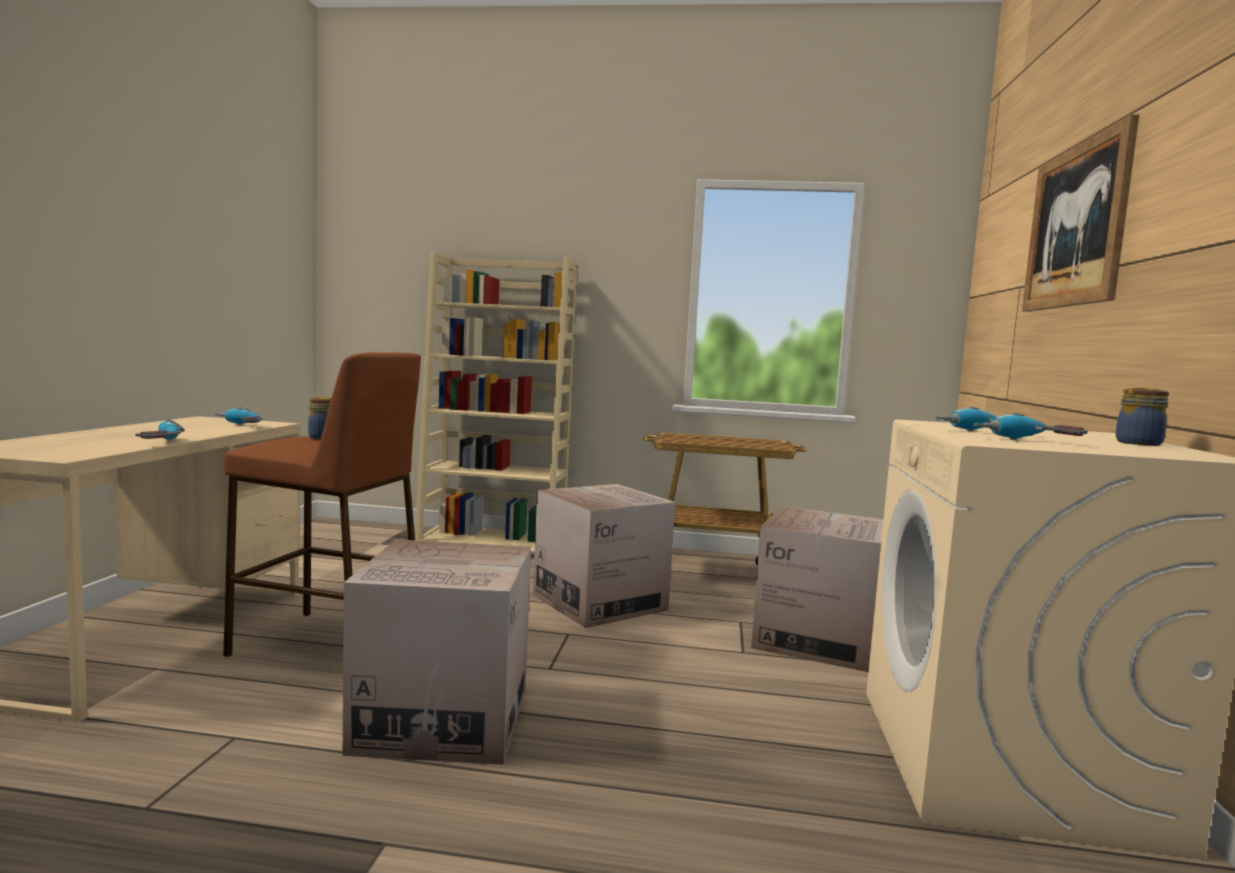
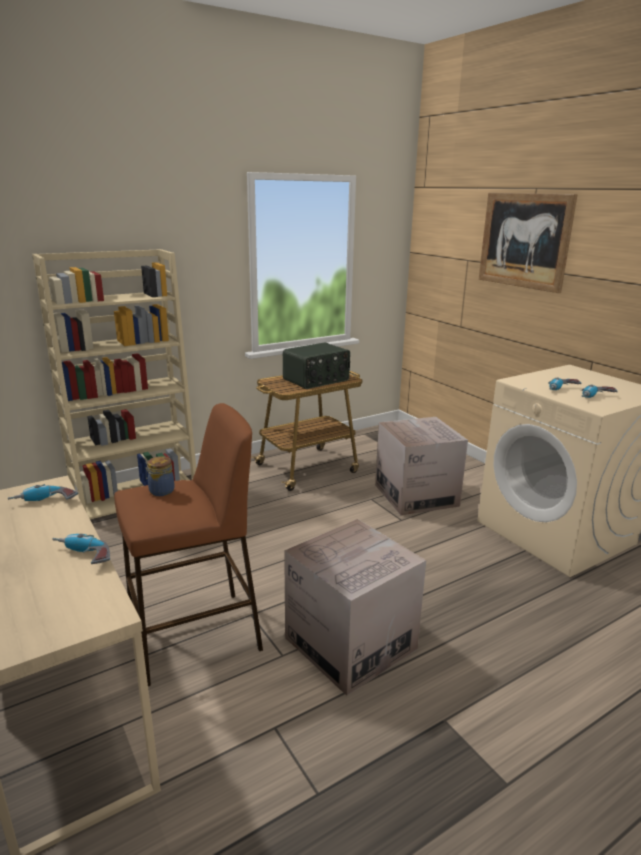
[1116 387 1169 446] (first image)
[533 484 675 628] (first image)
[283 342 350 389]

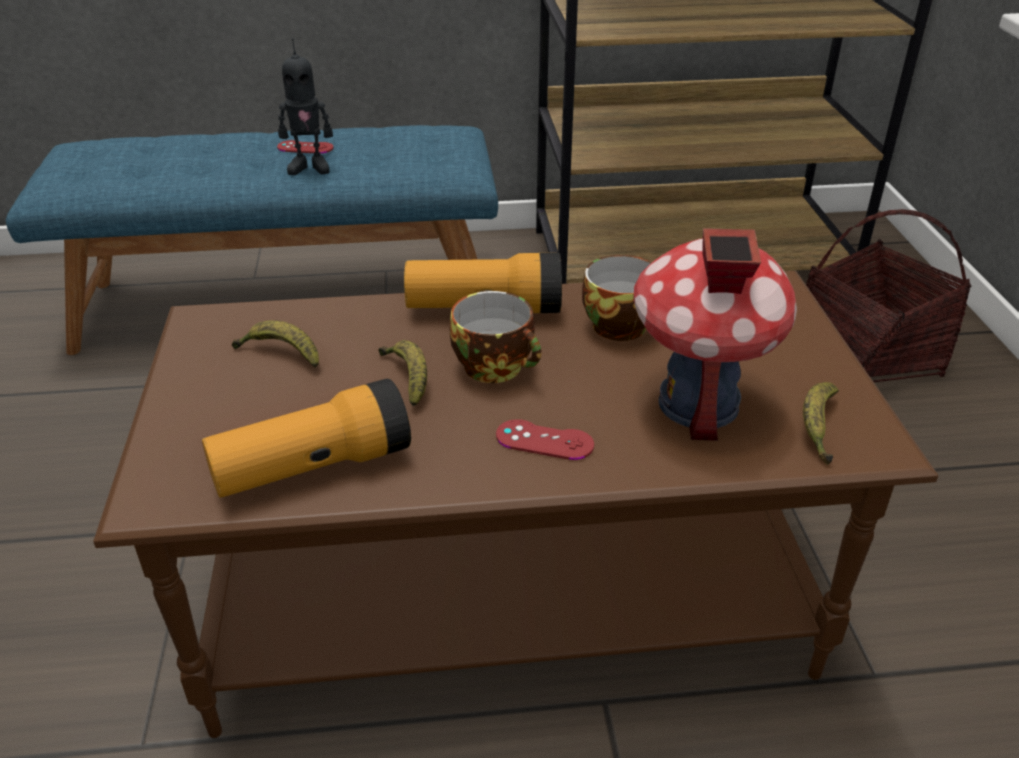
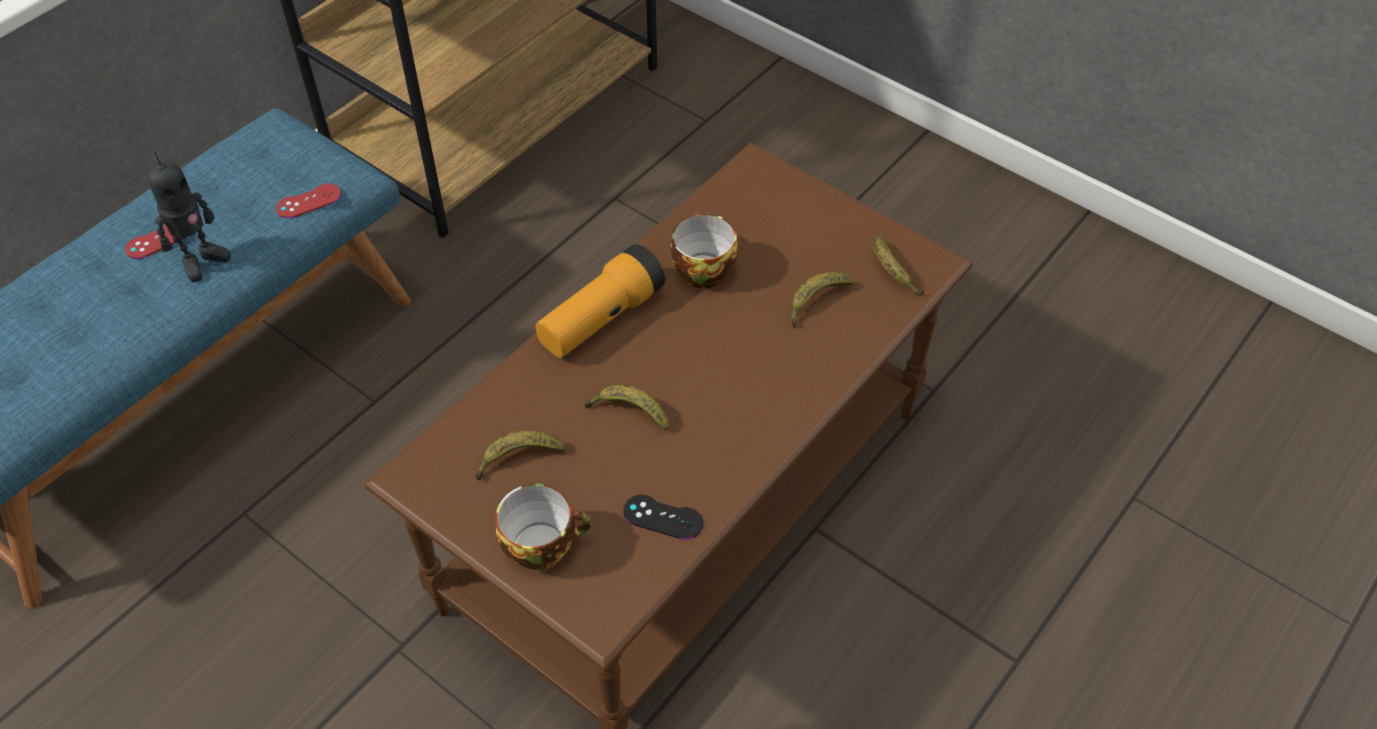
[806 209 972 382] (first image)
[791 272 854 328]
[496 483 592 570]
[623 495 704 540]
[276 184 341 218]

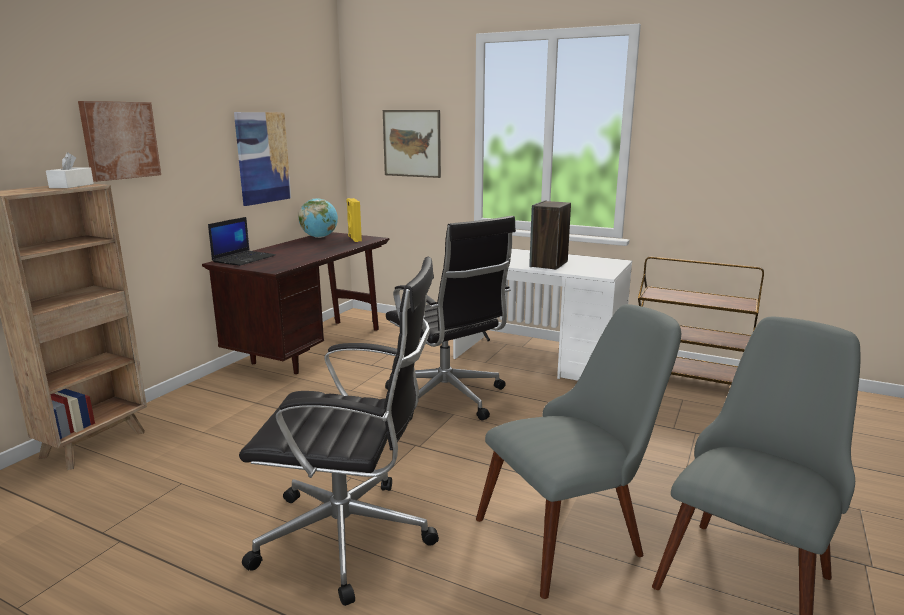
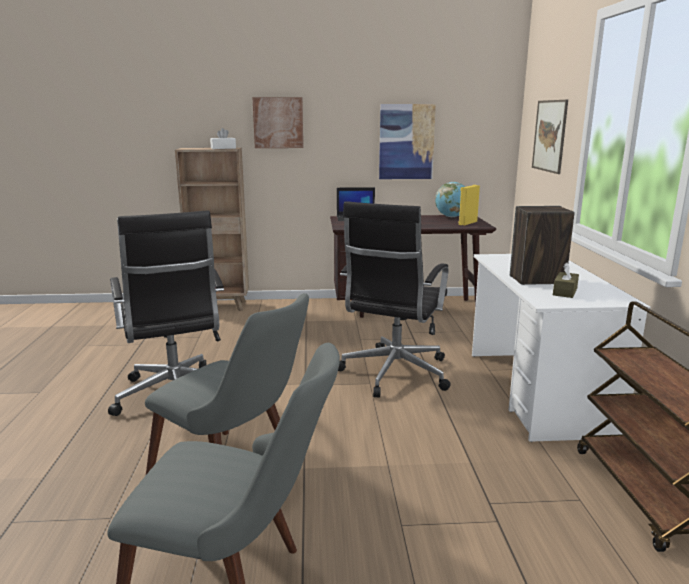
[553 263 579 298]

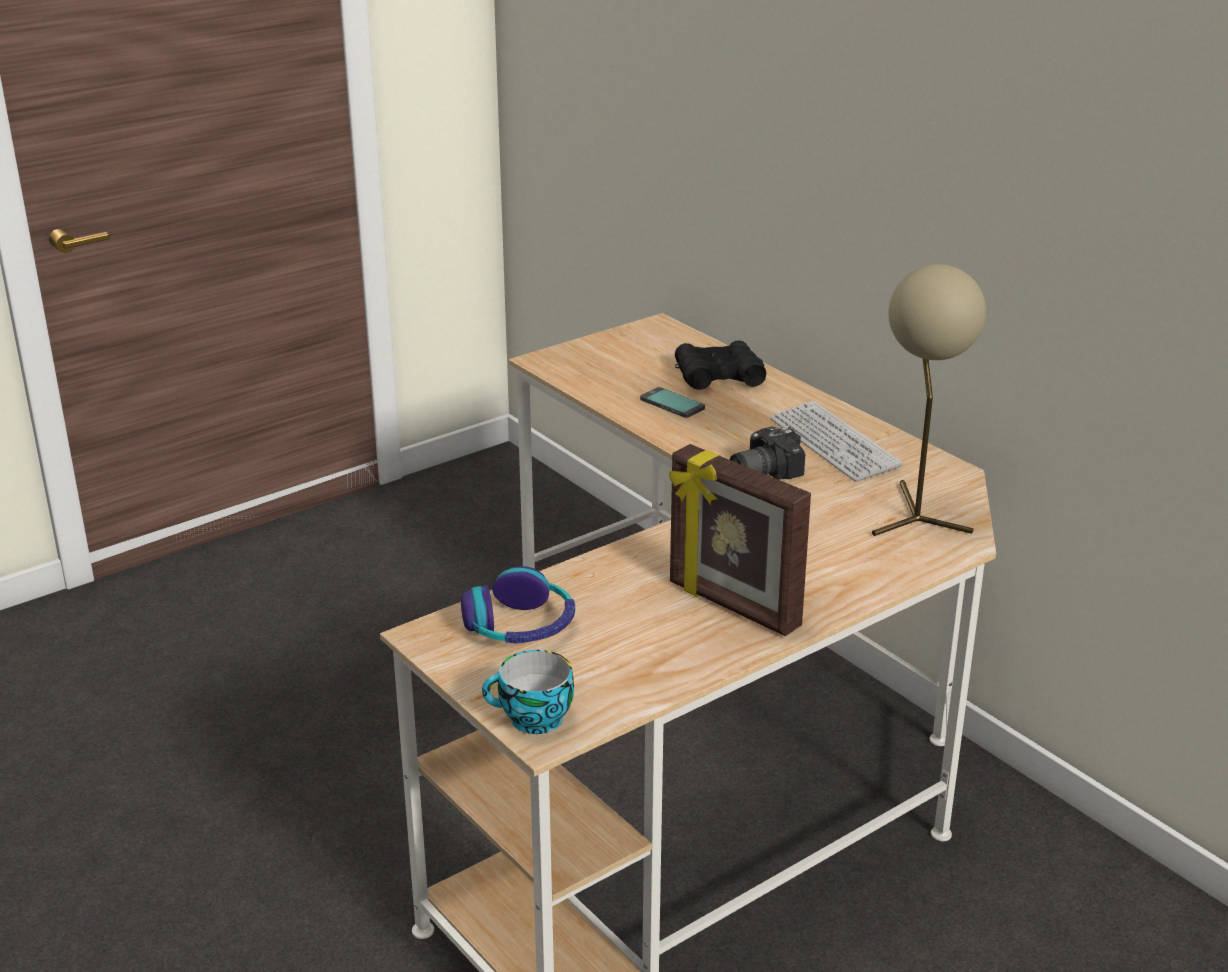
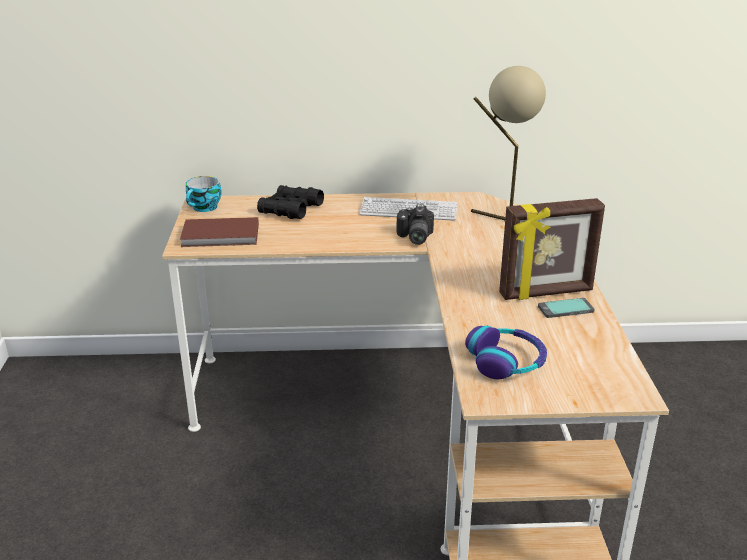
[538 298 595 318]
[186 176 222 212]
[180 217 259 247]

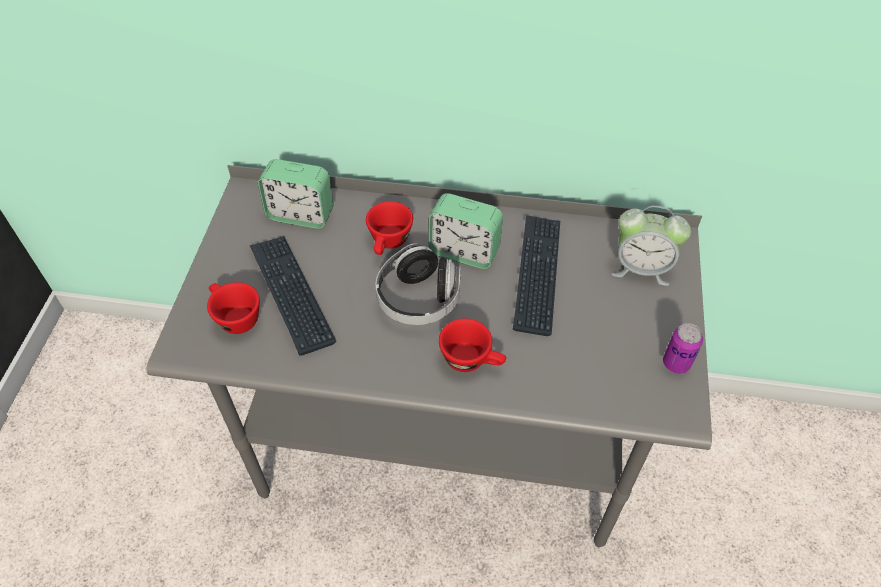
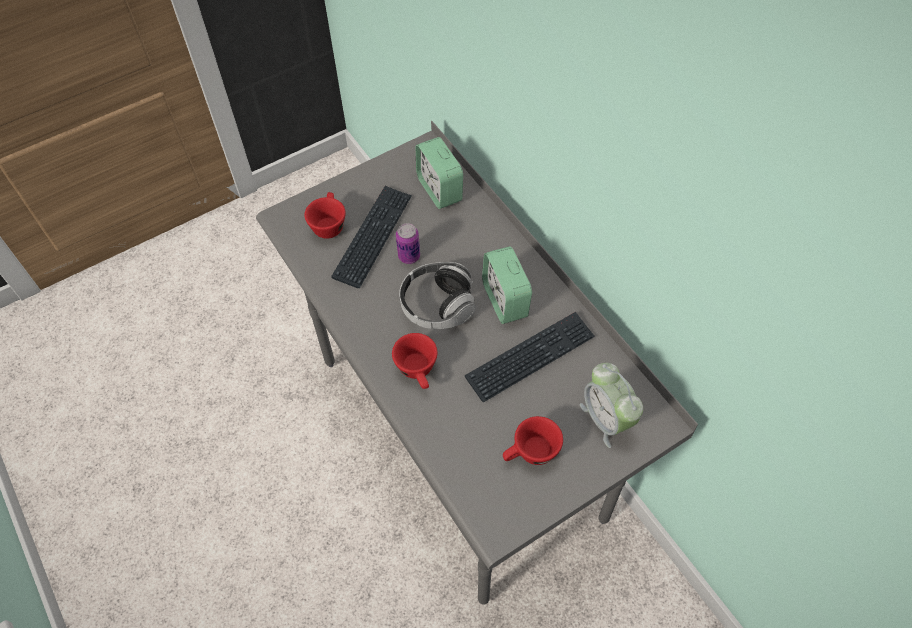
[503 416 563 465]
[396 223 420 264]

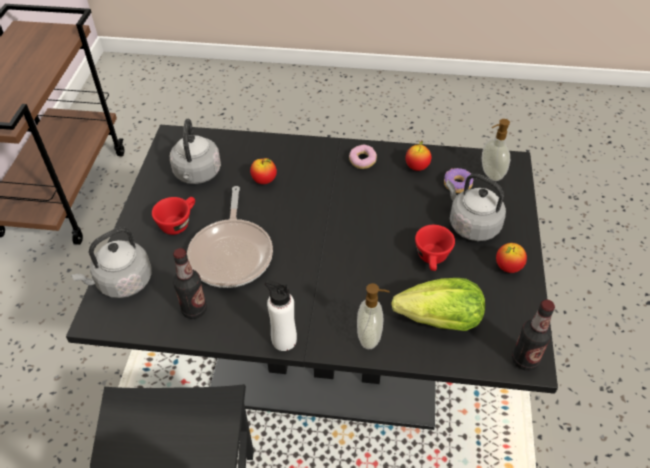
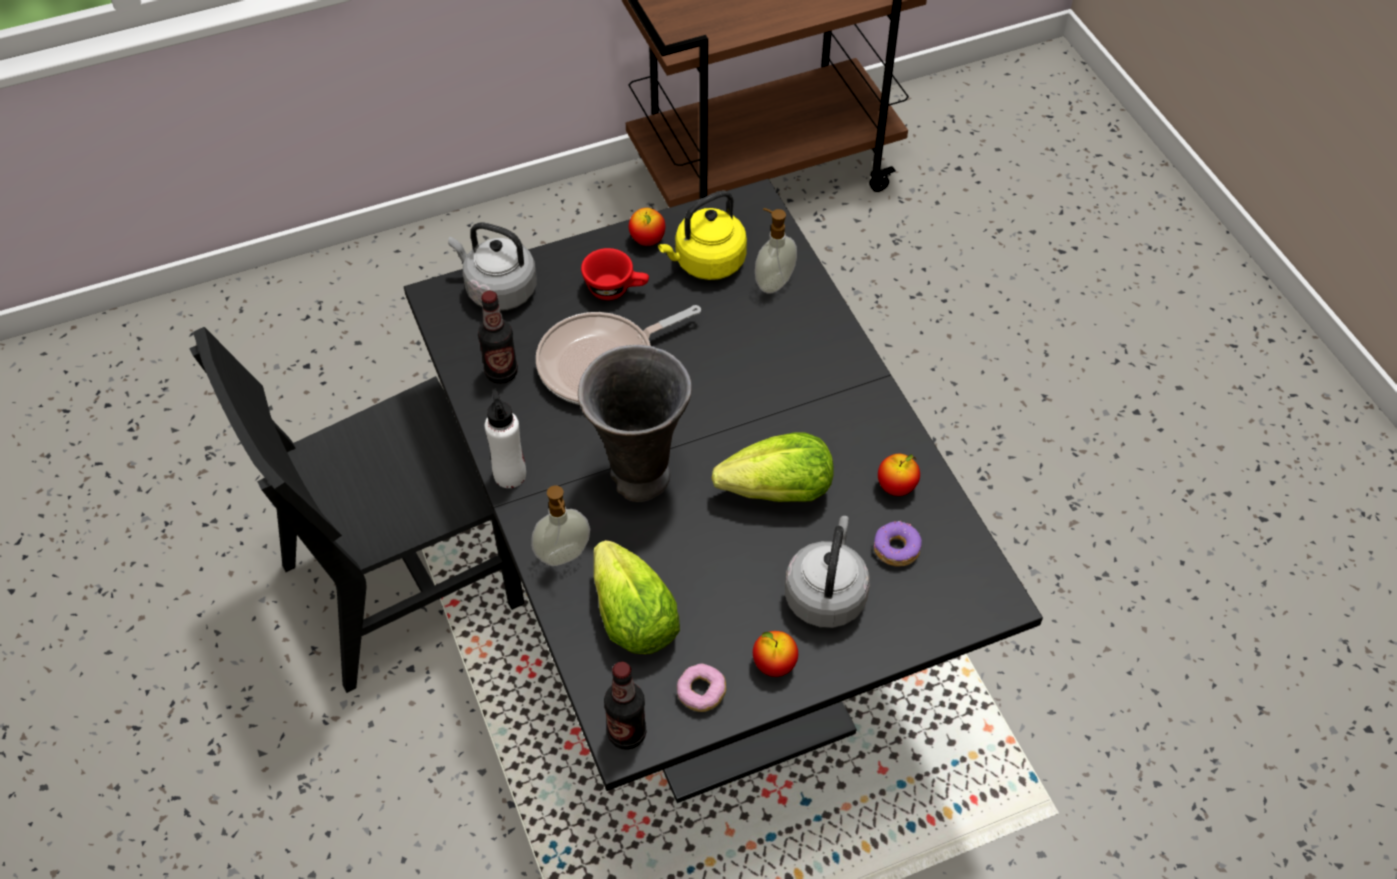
[658 190 747 280]
[755 208 797 294]
[677 664 726 712]
[629 208 665 246]
[415 225 455 271] (first image)
[578 345 692 502]
[712 432 834 502]

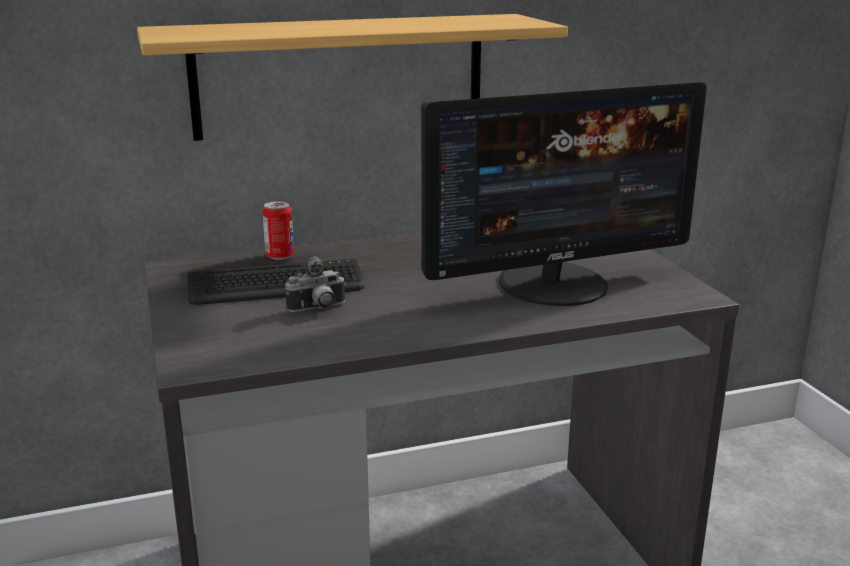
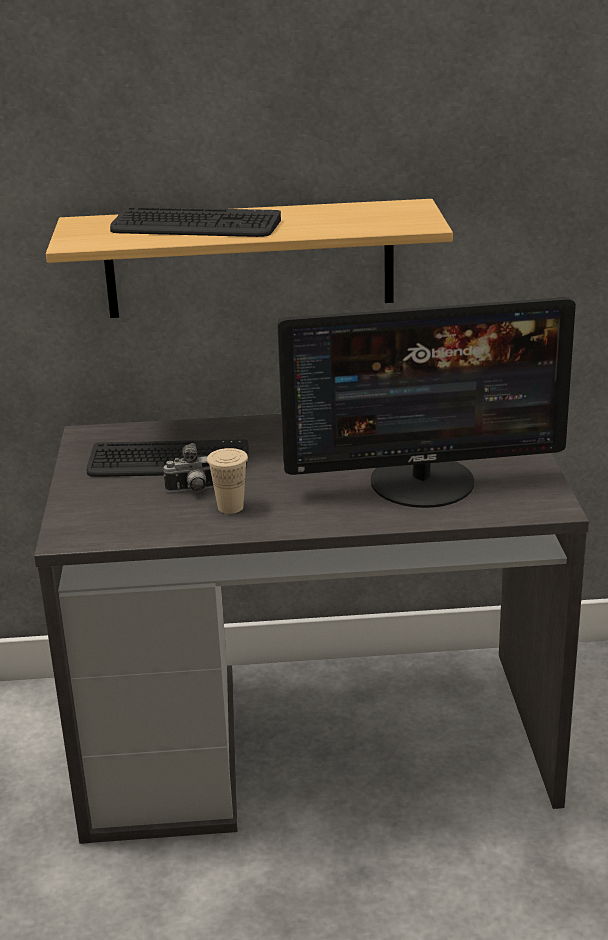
[262 201 294 260] (first image)
[110 207 281 237]
[207 448 248 514]

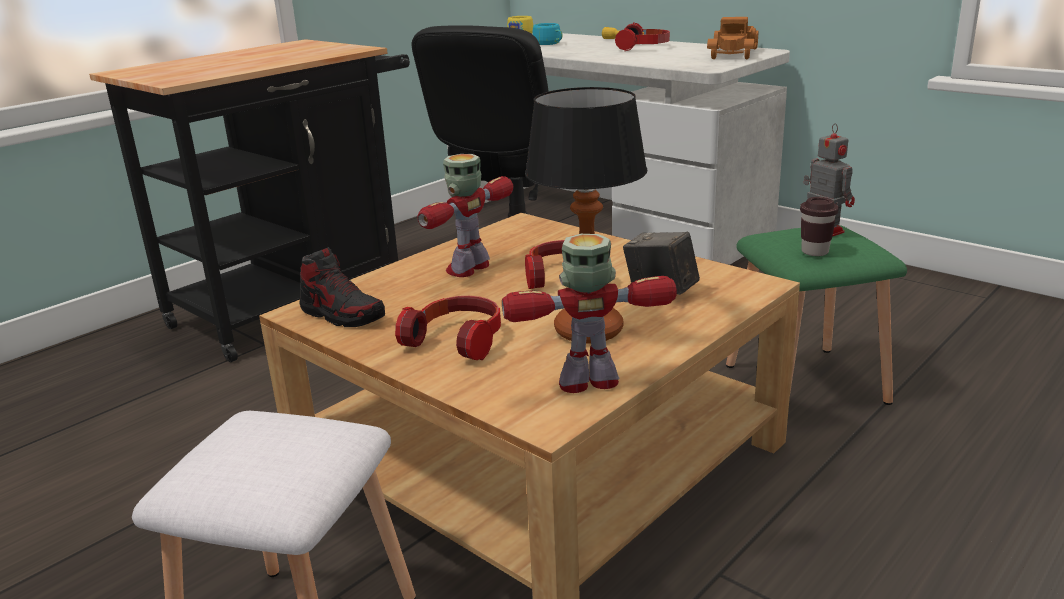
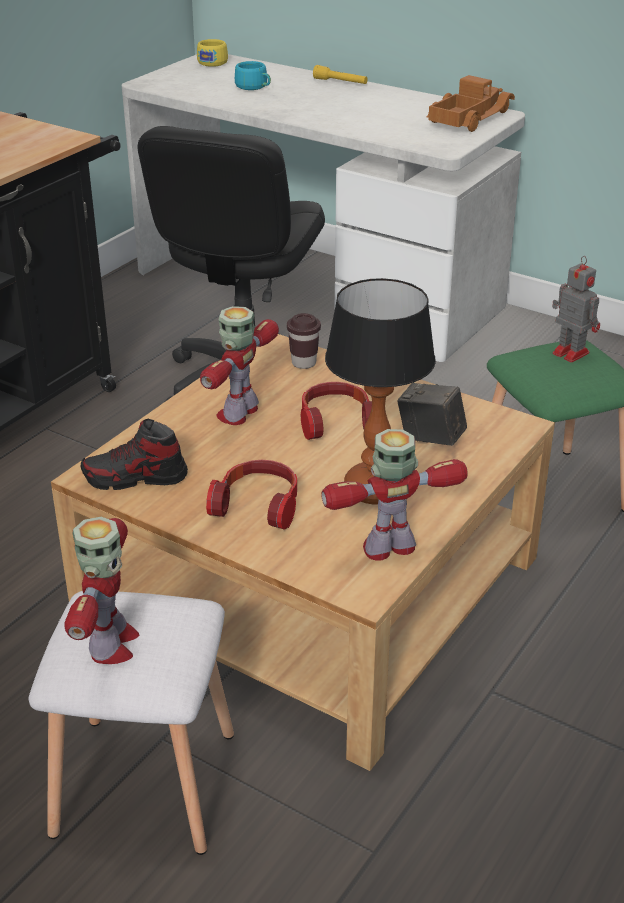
[427 75 515 132]
[615 22 670 51] (first image)
[287 313 321 369]
[81 419 188 490]
[65 517 139 664]

